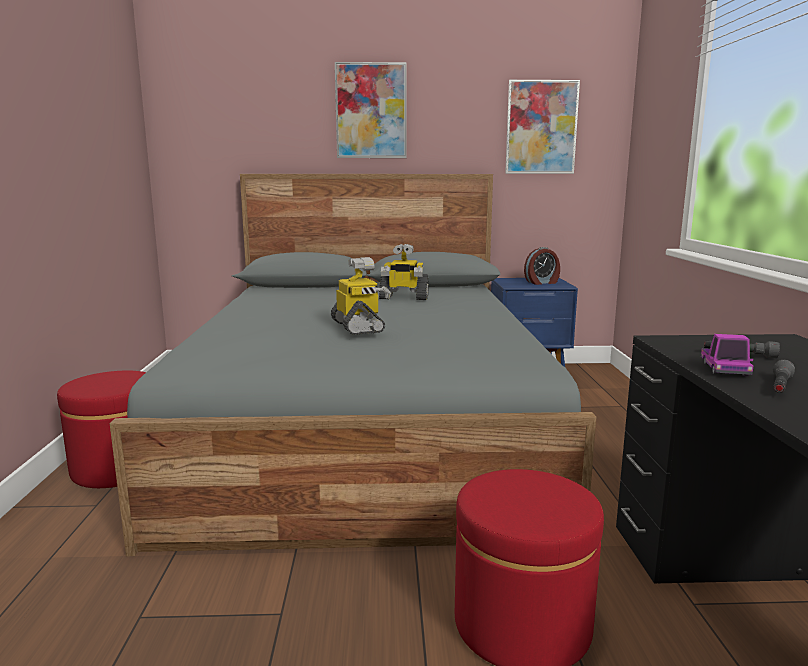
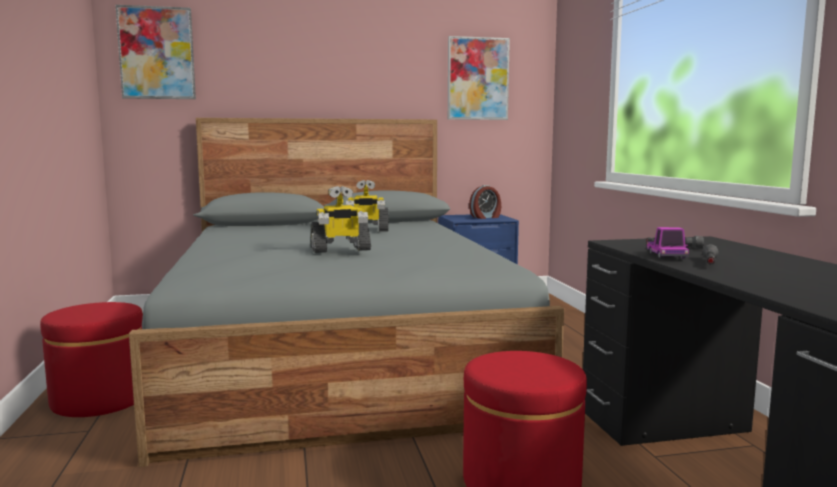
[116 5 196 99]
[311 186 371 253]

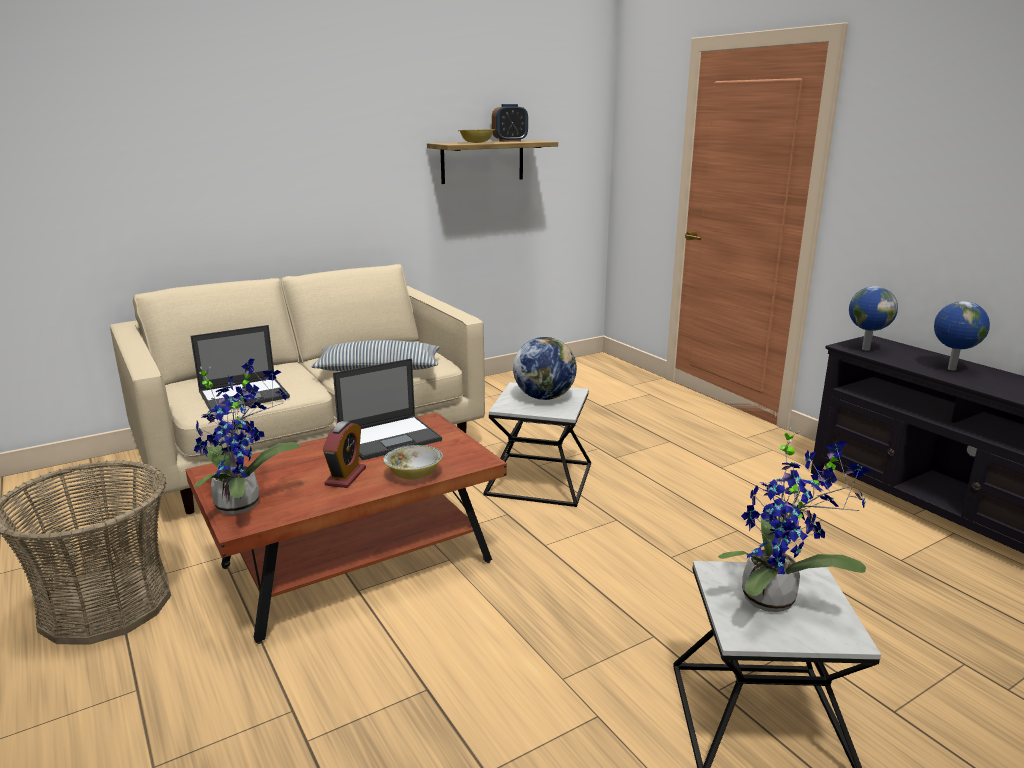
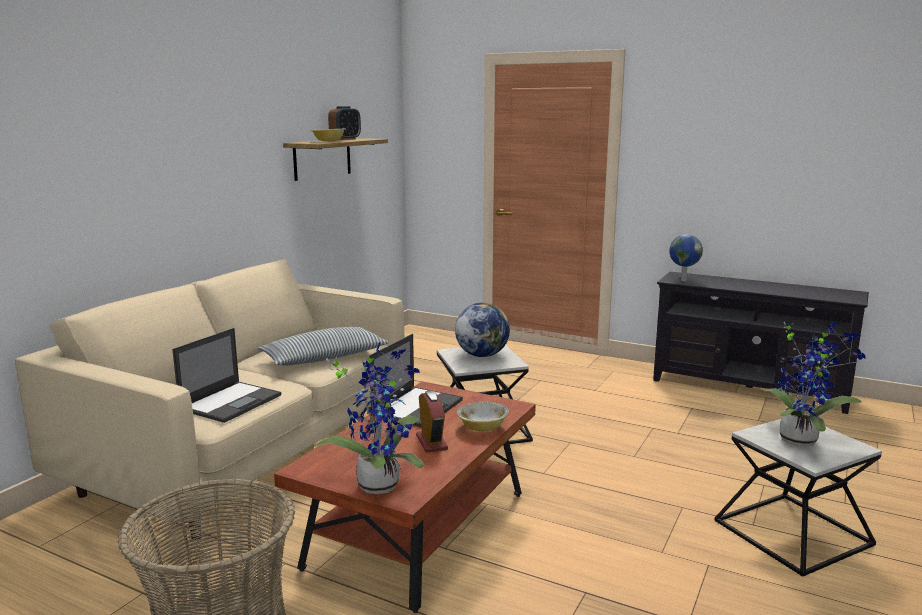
[934 301 990 371] (first image)

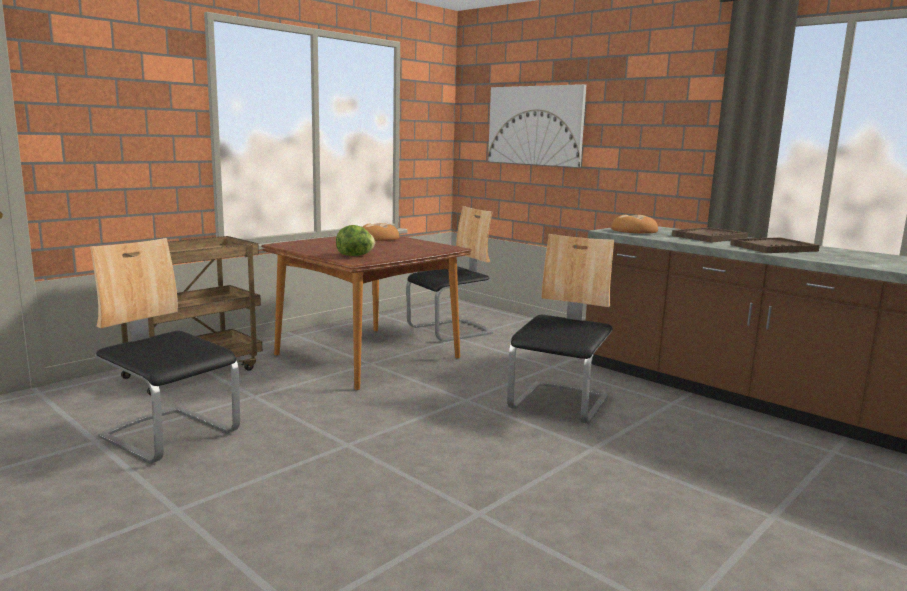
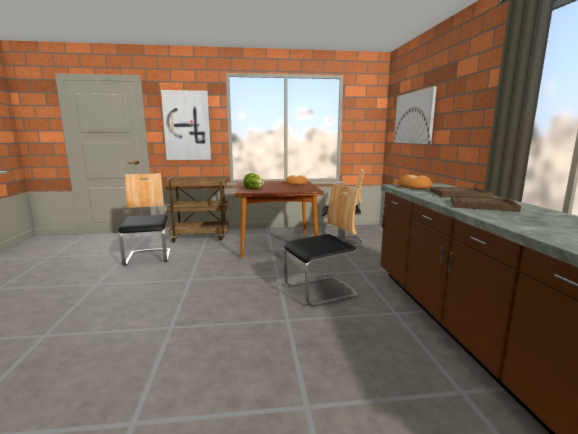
[161 90 211 160]

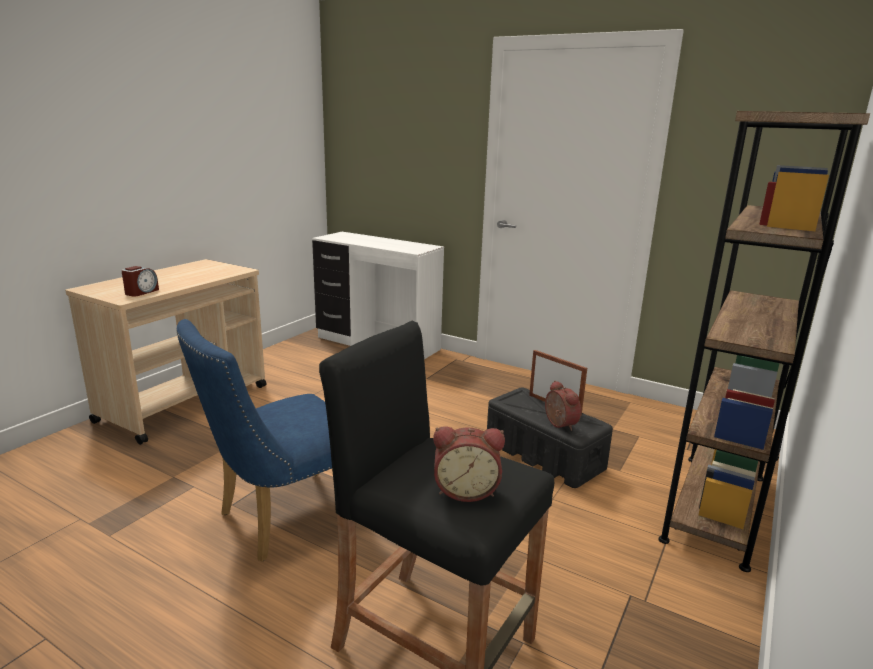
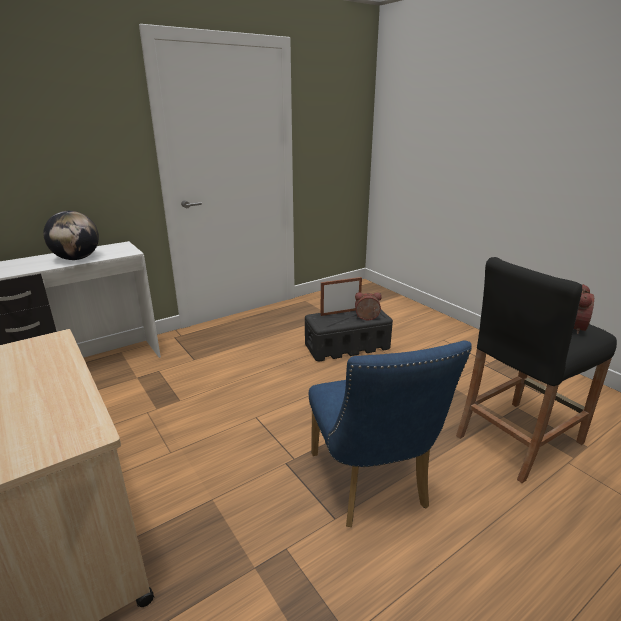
[658 111 870 572] (first image)
[121 266 159 297] (first image)
[43 211 99 260]

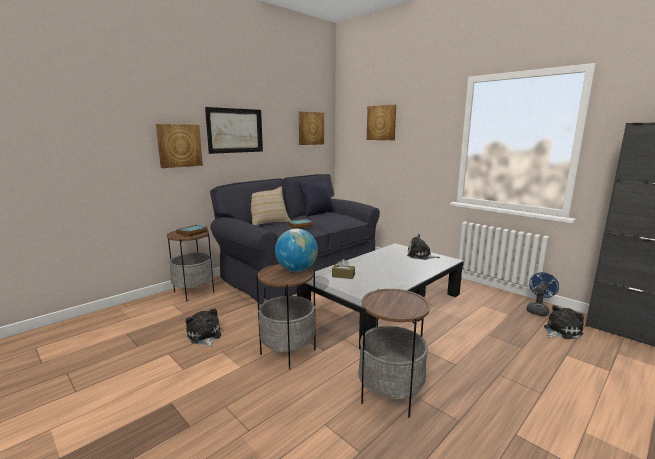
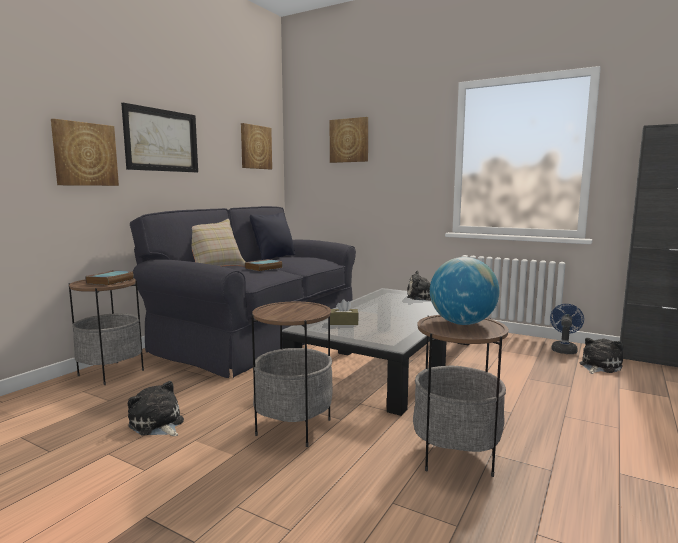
[430 257 499 325]

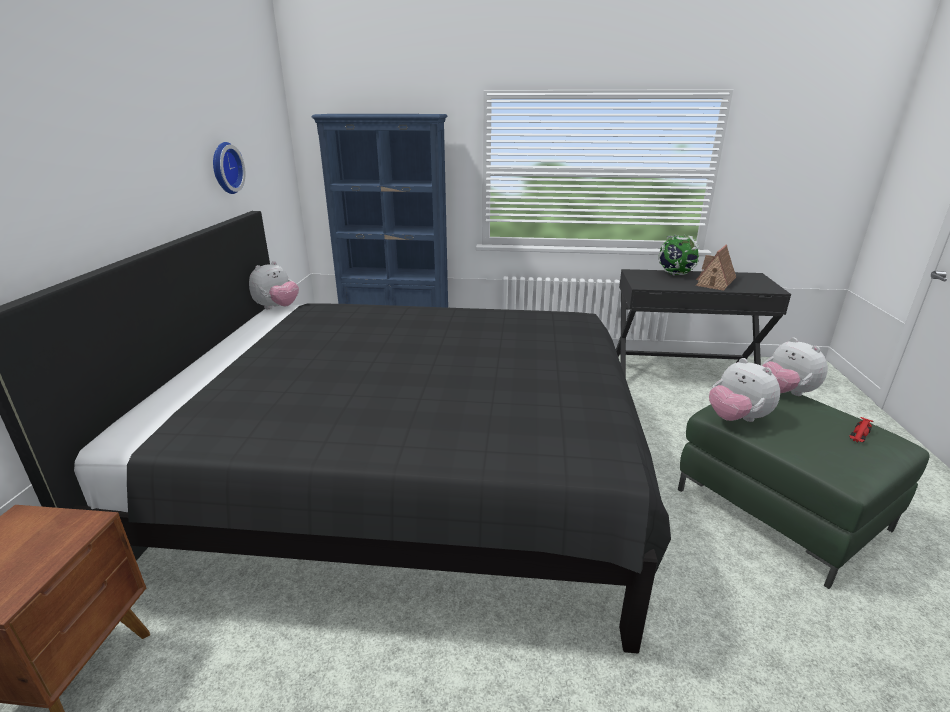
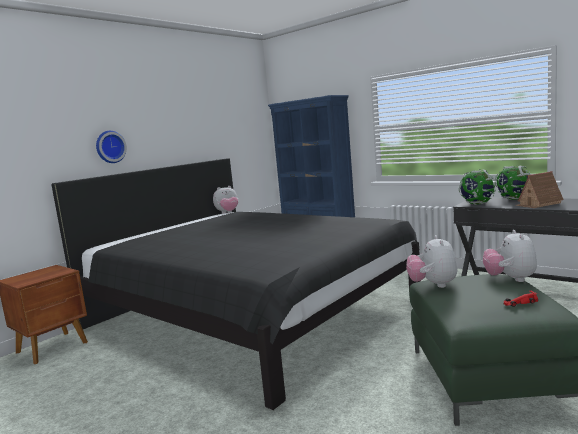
[96 131 127 163]
[459 169 496 205]

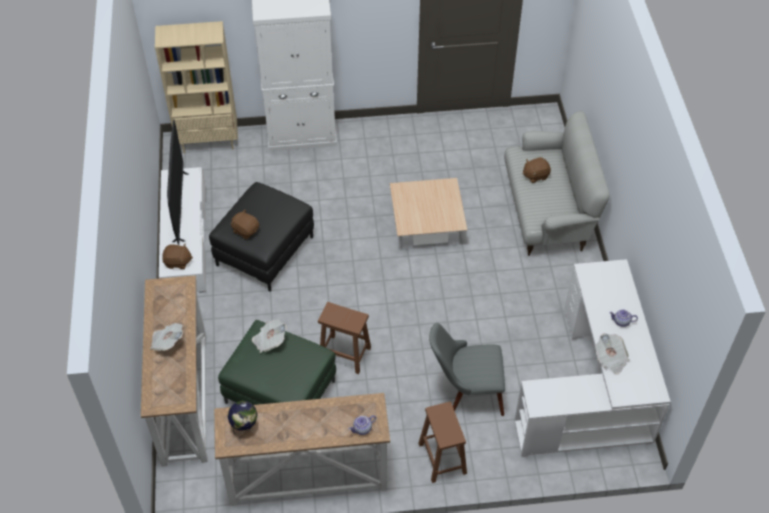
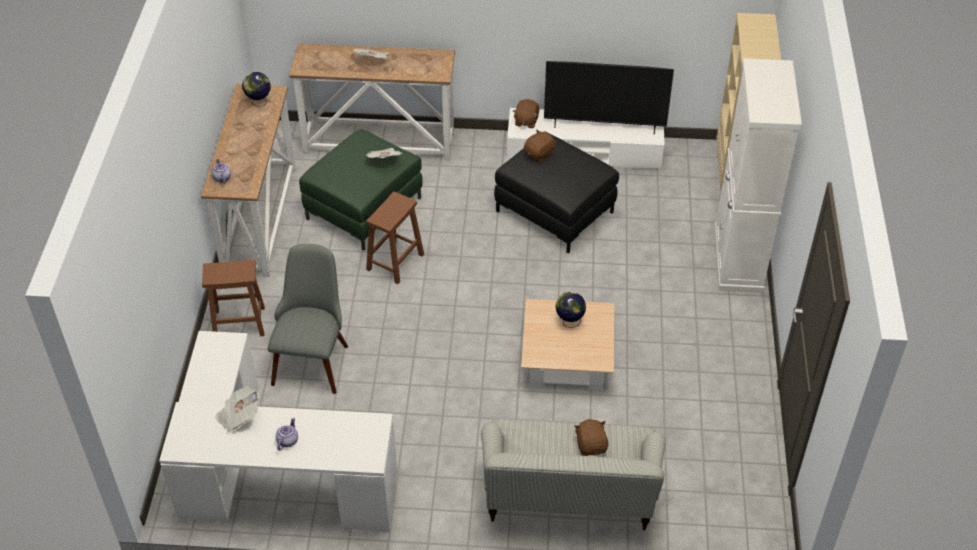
[556 292 586 328]

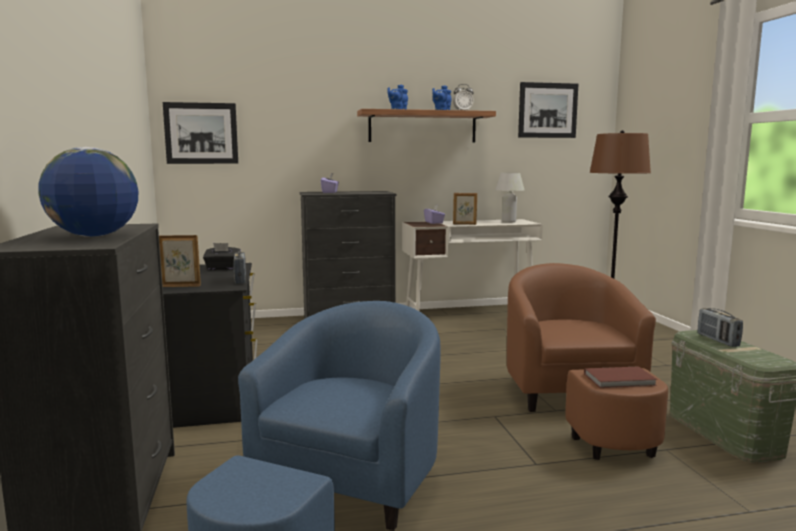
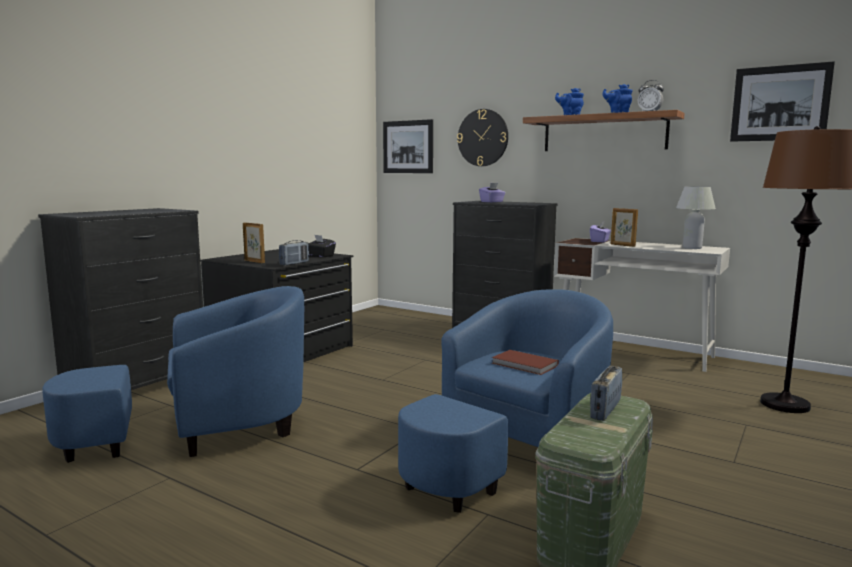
[38 147 139 237] (first image)
[398 289 613 513]
[492 350 559 375]
[457 109 508 166]

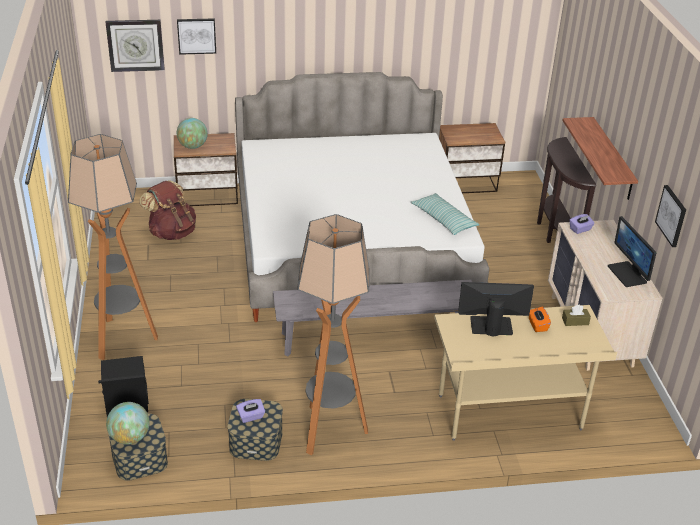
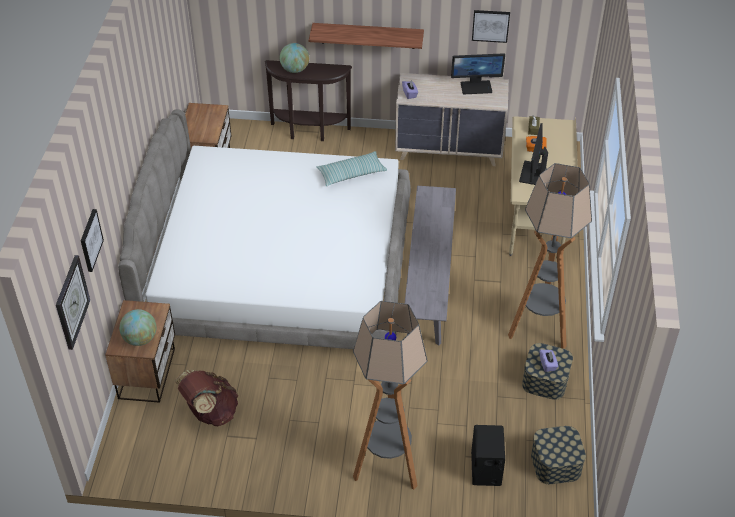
[280 43 309 73]

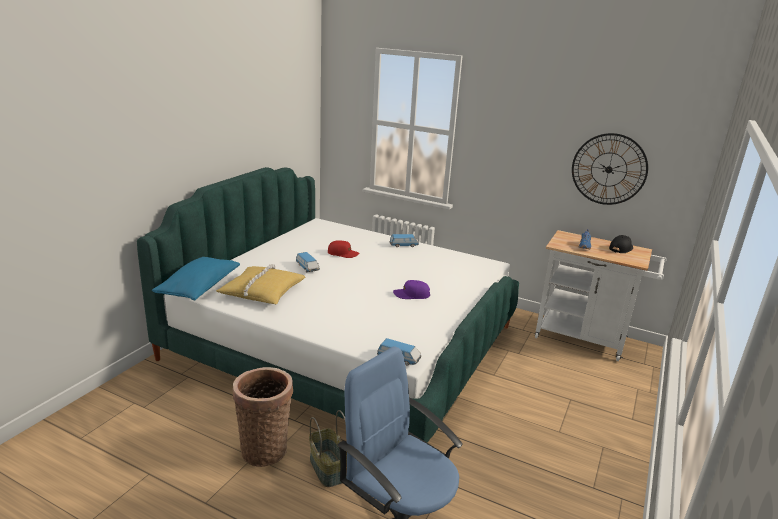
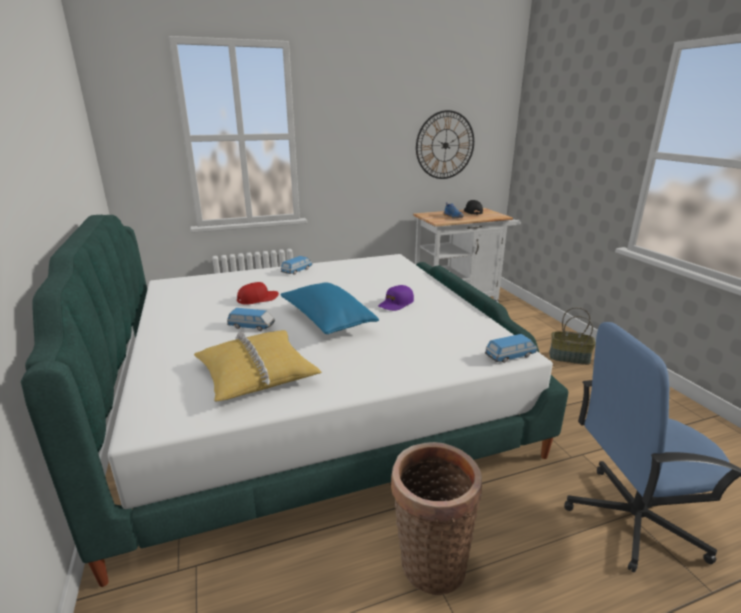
[280 282 379 334]
[549 307 596 365]

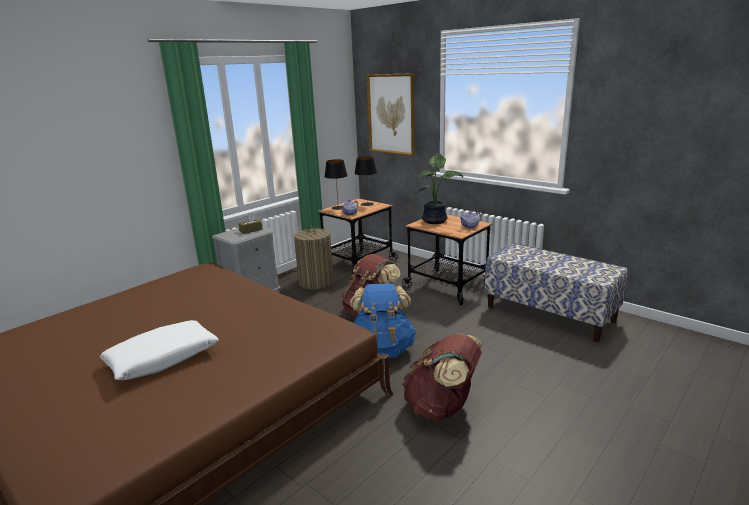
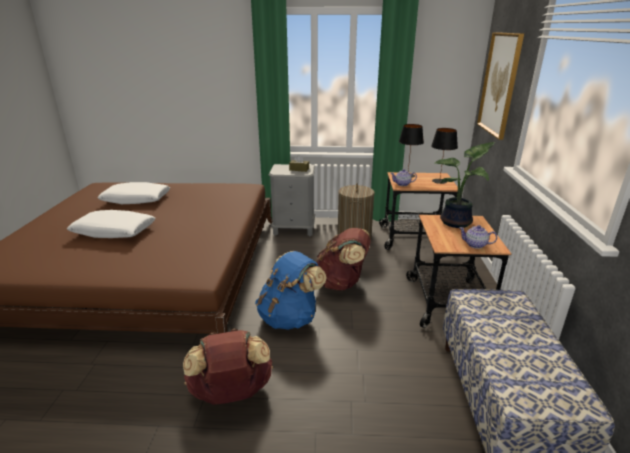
[97 182 170 204]

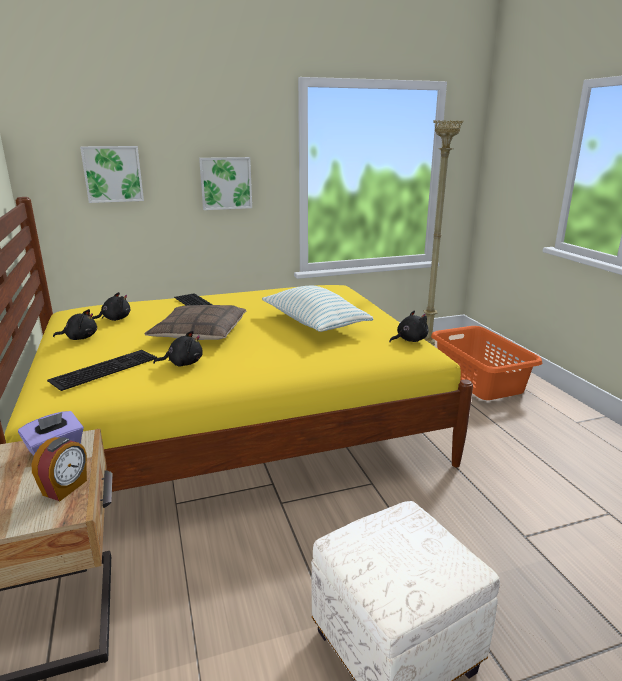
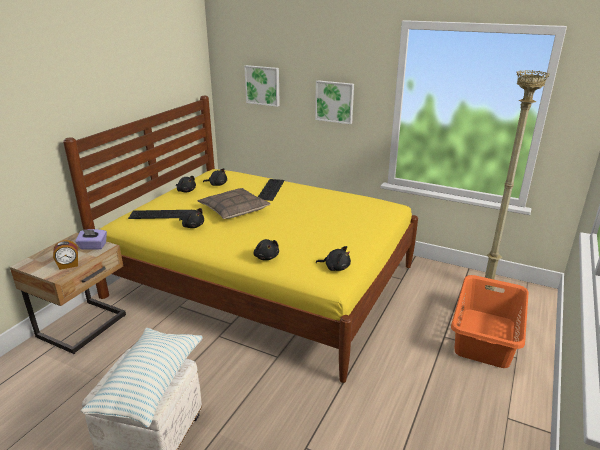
[81 328 203 428]
[254 239 279 260]

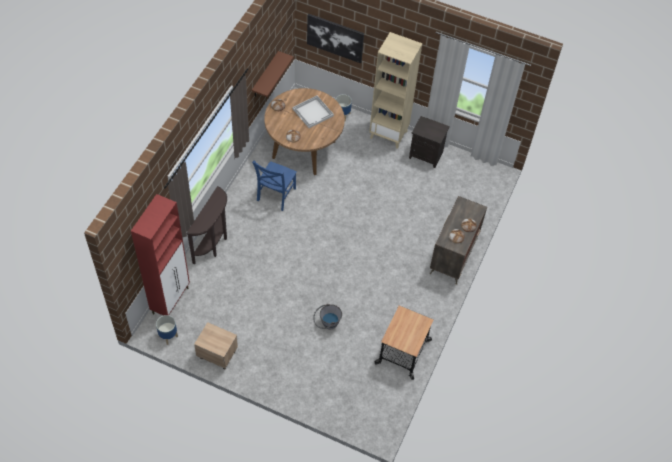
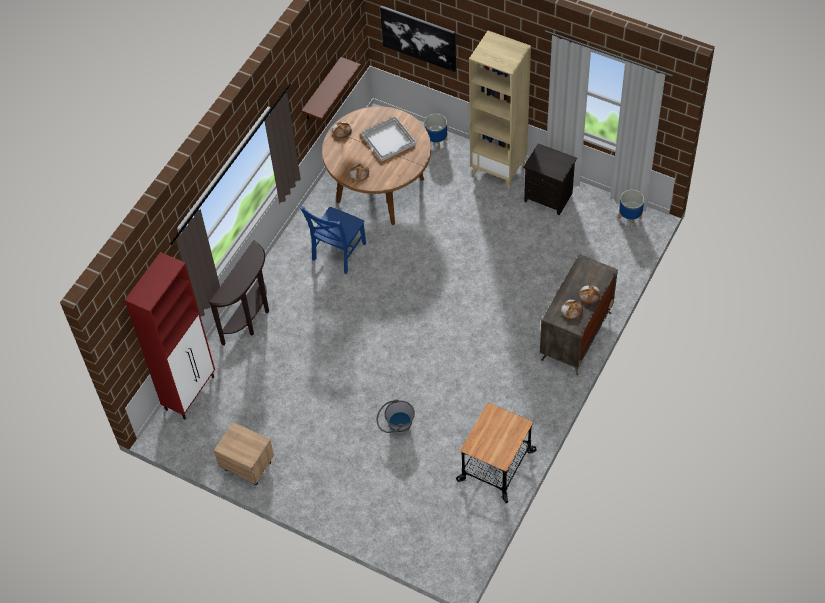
[618 190 644 228]

